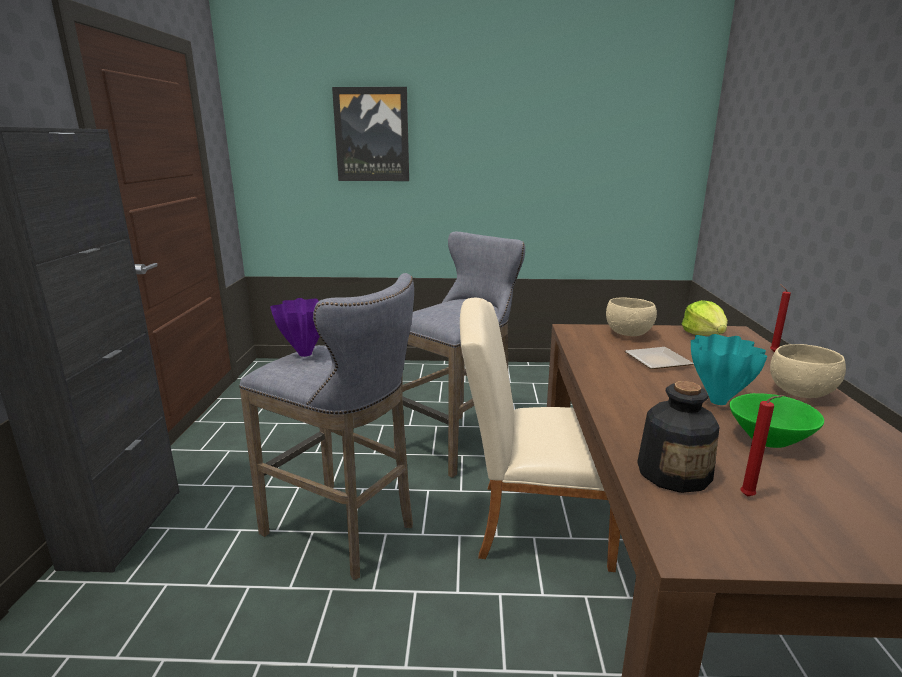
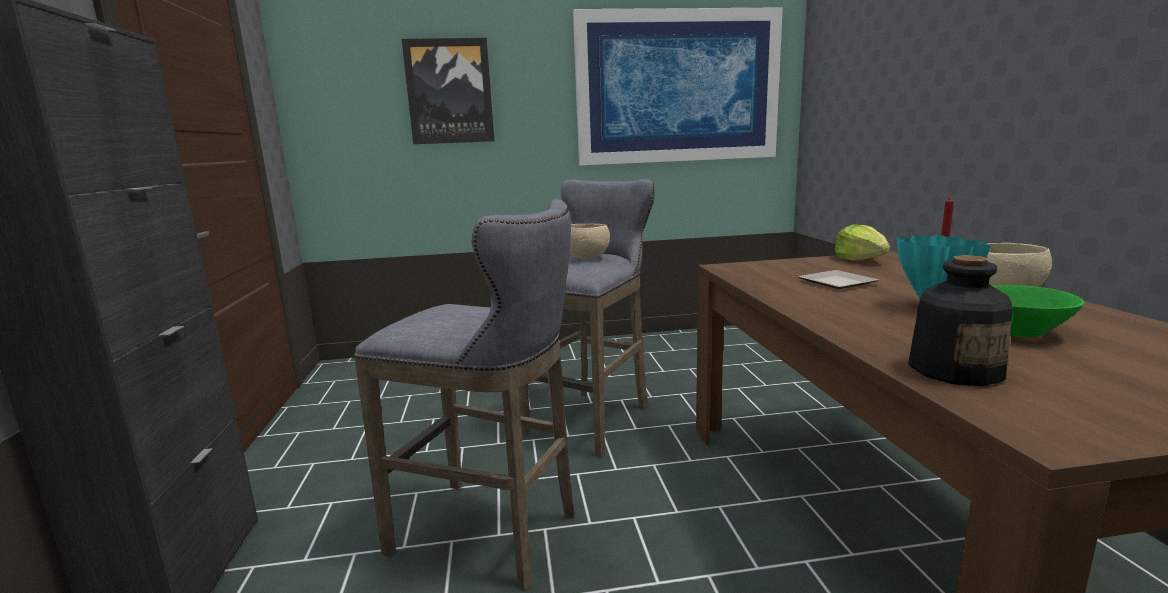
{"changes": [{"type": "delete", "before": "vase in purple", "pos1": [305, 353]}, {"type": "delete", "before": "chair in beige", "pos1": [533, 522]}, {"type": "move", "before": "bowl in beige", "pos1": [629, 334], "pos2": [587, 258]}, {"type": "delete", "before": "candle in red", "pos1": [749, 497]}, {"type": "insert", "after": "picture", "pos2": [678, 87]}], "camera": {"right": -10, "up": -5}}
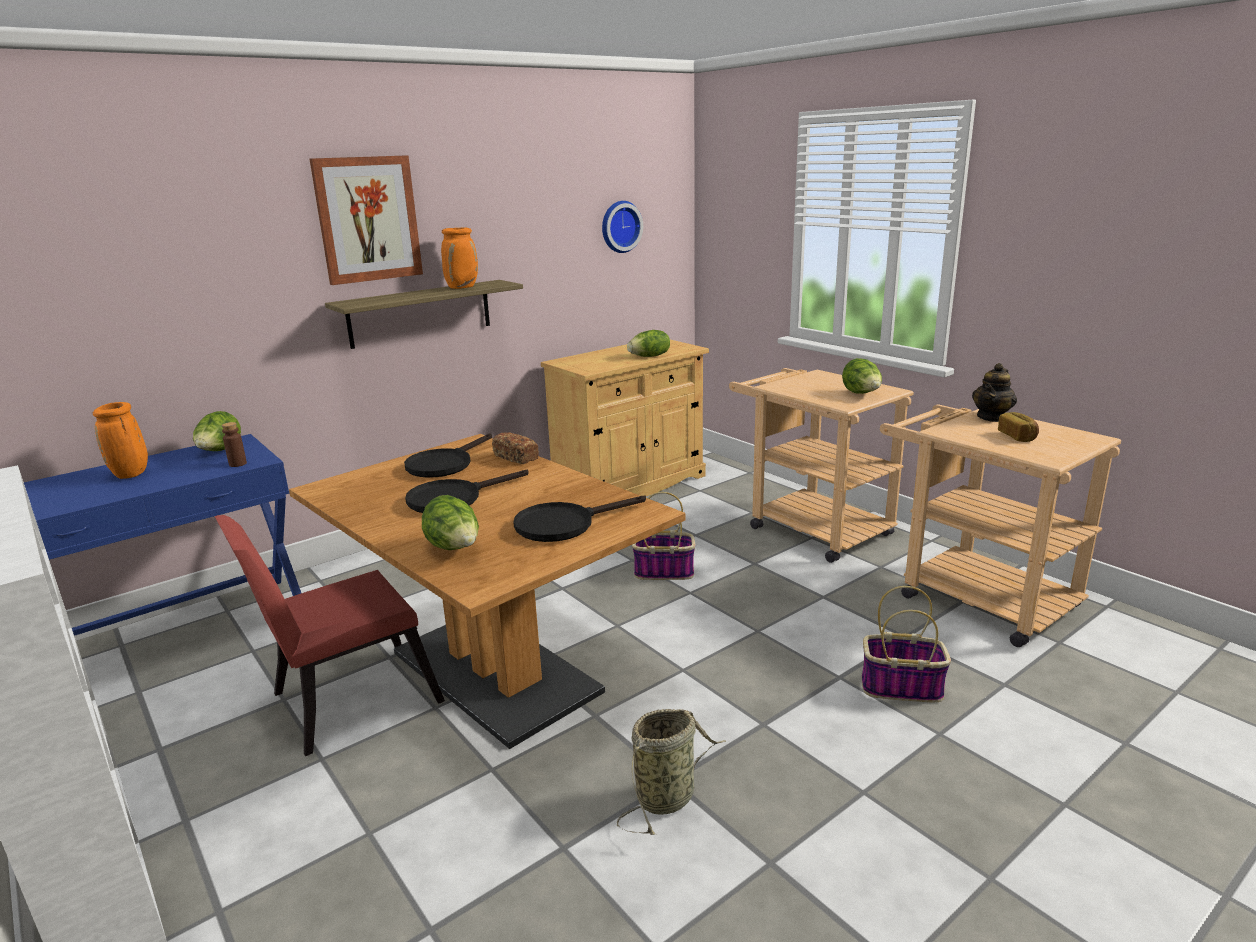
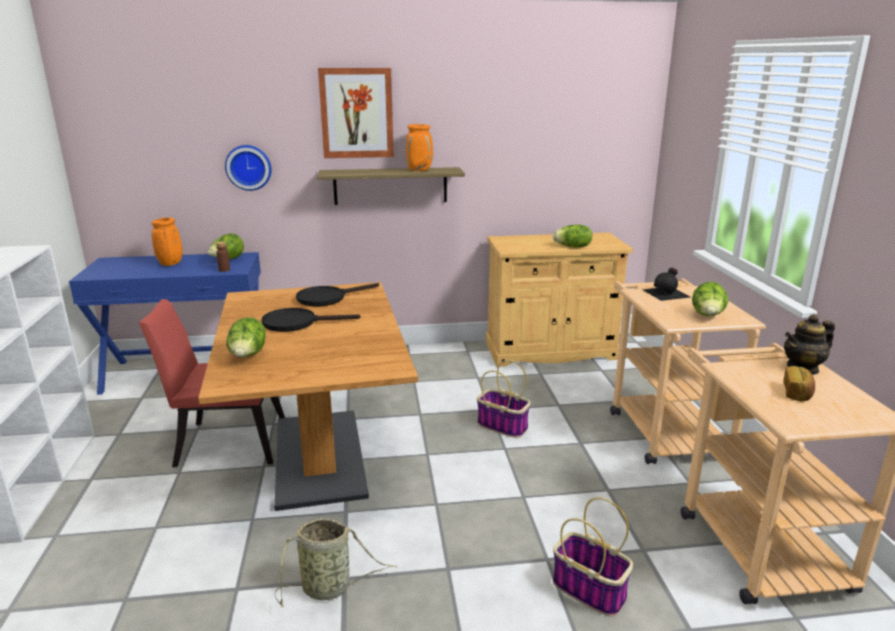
{"changes": [{"type": "delete", "before": "bread", "pos1": [516, 457]}, {"type": "delete", "before": "frying pan in black", "pos1": [564, 524]}, {"type": "move", "before": "wall clock", "pos1": [619, 226], "pos2": [249, 167]}, {"type": "insert", "after": "bottle in black", "pos2": [667, 293]}], "camera": {"right": 30, "up": 0}}
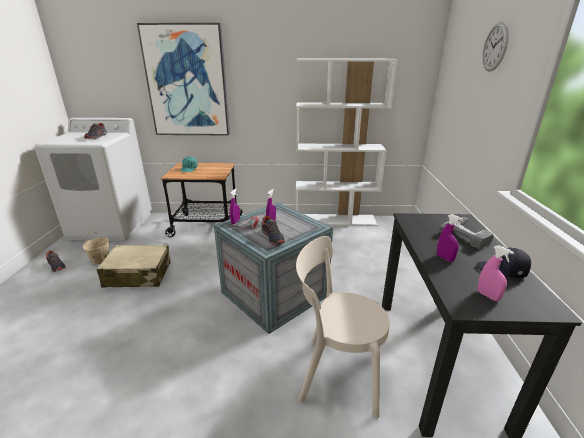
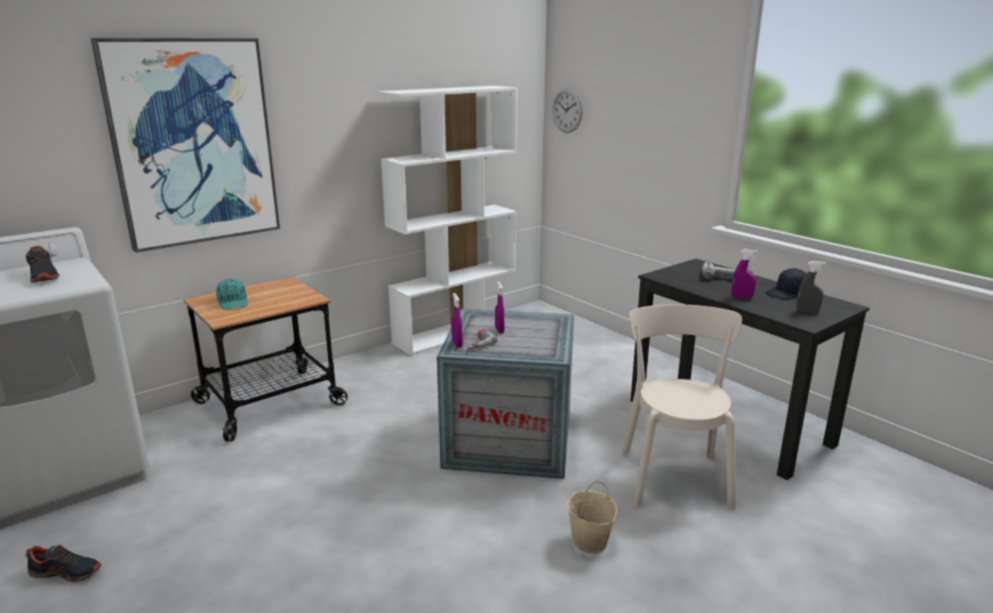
{"changes": [{"type": "move", "before": "bucket in beige", "pos1": [100, 260], "pos2": [590, 542]}, {"type": "delete", "before": "suitcase in beige", "pos1": [138, 274]}, {"type": "delete", "before": "shoe", "pos1": [273, 237]}, {"type": "rotate", "before": "chair in beige", "pos1": [336, 374], "pos2": [673, 475], "turn": 120}, {"type": "recolor", "before": "spray bottle in pink", "after": "spray bottle in grey", "pos1": [488, 296], "pos2": [807, 311]}, {"type": "move", "before": "wall clock", "pos1": [495, 47], "pos2": [567, 110]}], "camera": {"right": -40, "up": -5}}
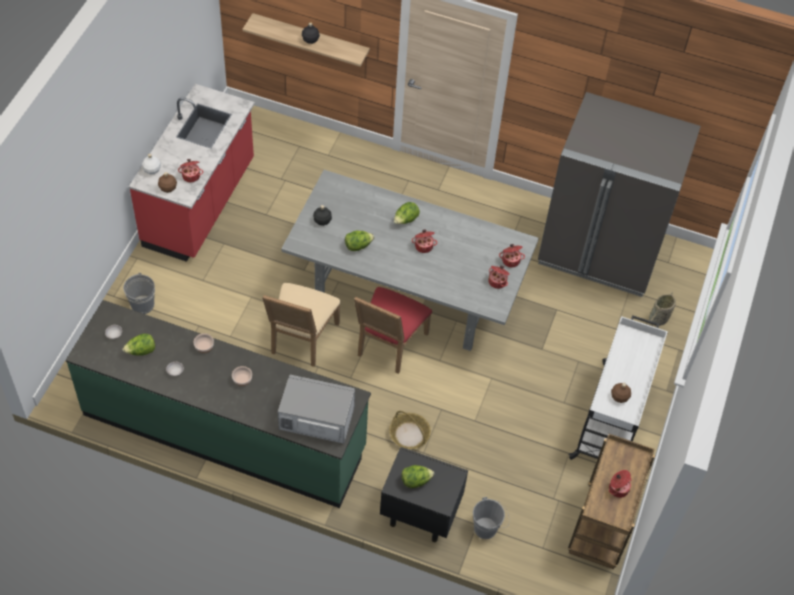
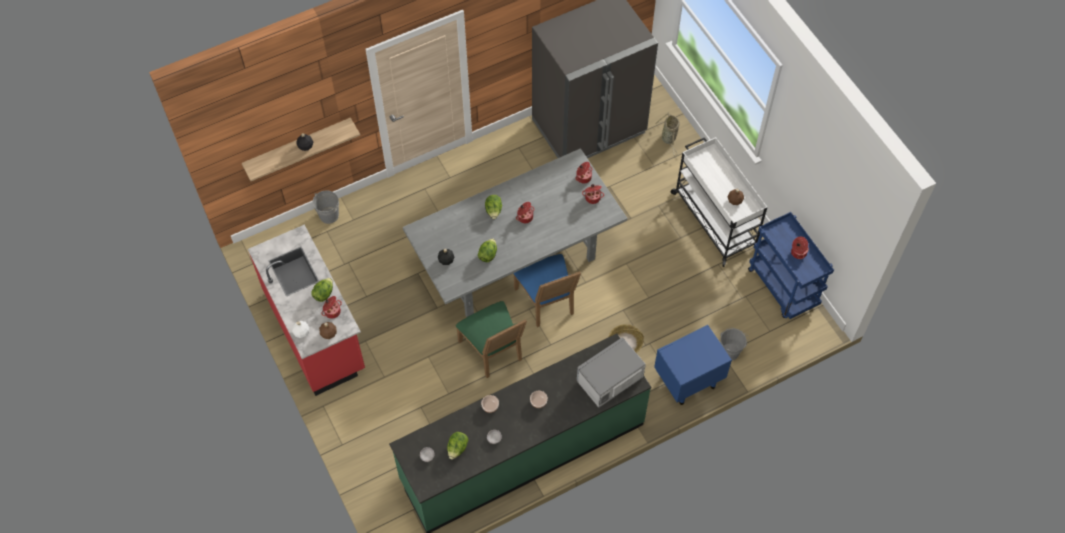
{"changes": [{"type": "move", "before": "bucket in grey", "pos1": [142, 305], "pos2": [329, 215]}, {"type": "recolor", "before": "chair in beige", "after": "chair in green", "pos1": [301, 340], "pos2": [493, 352]}, {"type": "recolor", "before": "chair in red", "after": "chair in blue", "pos1": [388, 346], "pos2": [547, 303]}, {"type": "recolor", "before": "nightstand in black", "after": "nightstand in blue", "pos1": [419, 514], "pos2": [687, 381]}, {"type": "move", "before": "lettuce", "pos1": [416, 481], "pos2": [324, 293]}, {"type": "recolor", "before": "cart in brown", "after": "cart in blue", "pos1": [602, 527], "pos2": [783, 288]}], "camera": {"right": -45, "up": 5}}
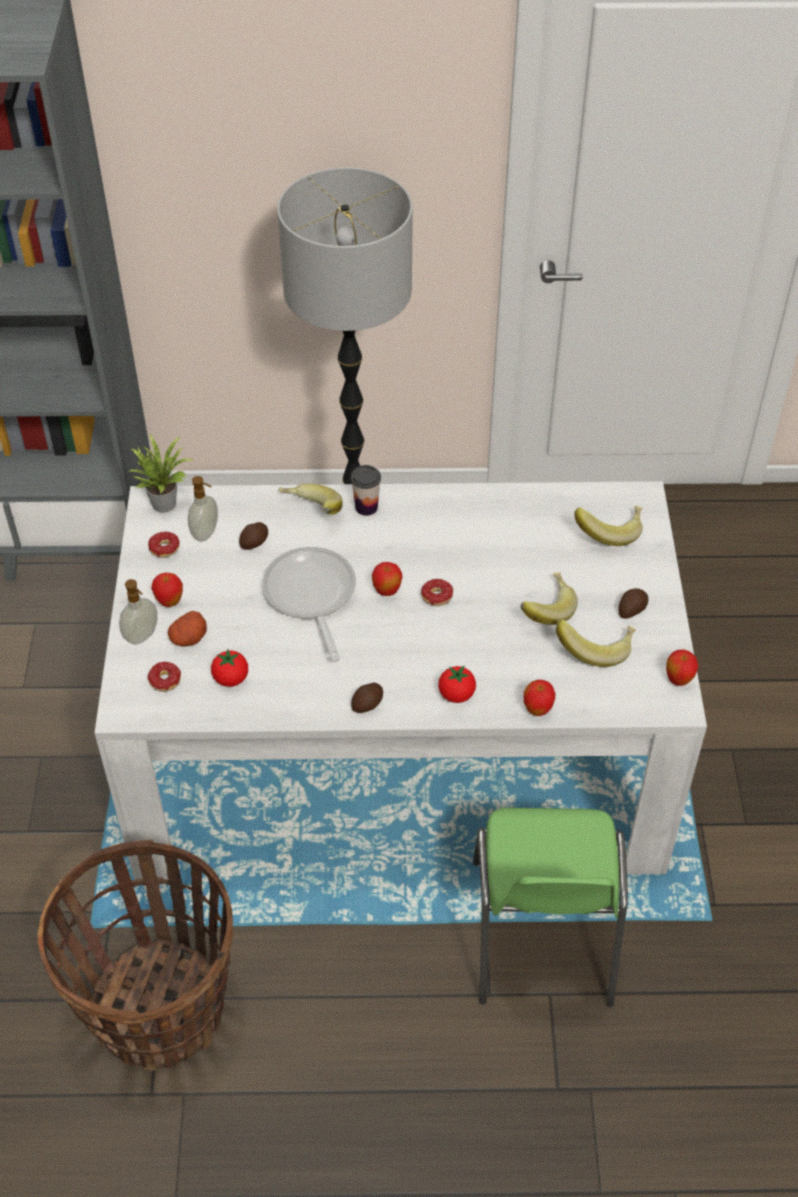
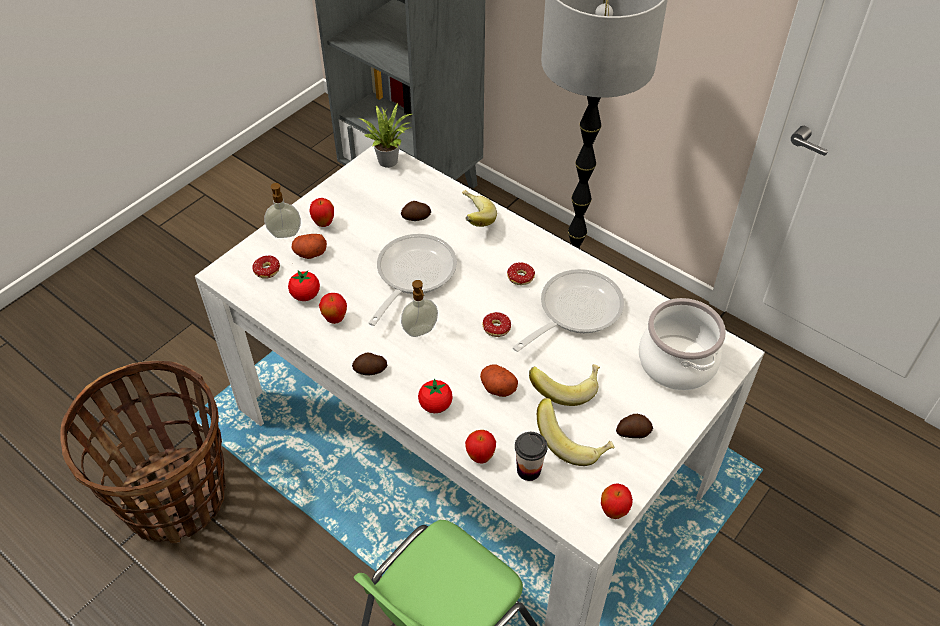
{"changes": [{"type": "move", "before": "donut", "pos1": [166, 552], "pos2": [519, 281]}, {"type": "move", "before": "soap dispenser", "pos1": [206, 533], "pos2": [420, 331]}, {"type": "move", "before": "cup", "pos1": [366, 507], "pos2": [528, 470]}, {"type": "move", "before": "apple", "pos1": [387, 591], "pos2": [335, 319]}, {"type": "replace", "before": "banana", "after": "cooking pot", "pos1": [608, 531], "pos2": [677, 362]}, {"type": "insert", "after": "potato", "pos2": [497, 387]}, {"type": "insert", "after": "frying pan", "pos2": [574, 311]}], "camera": {"right": 40, "up": 0}}
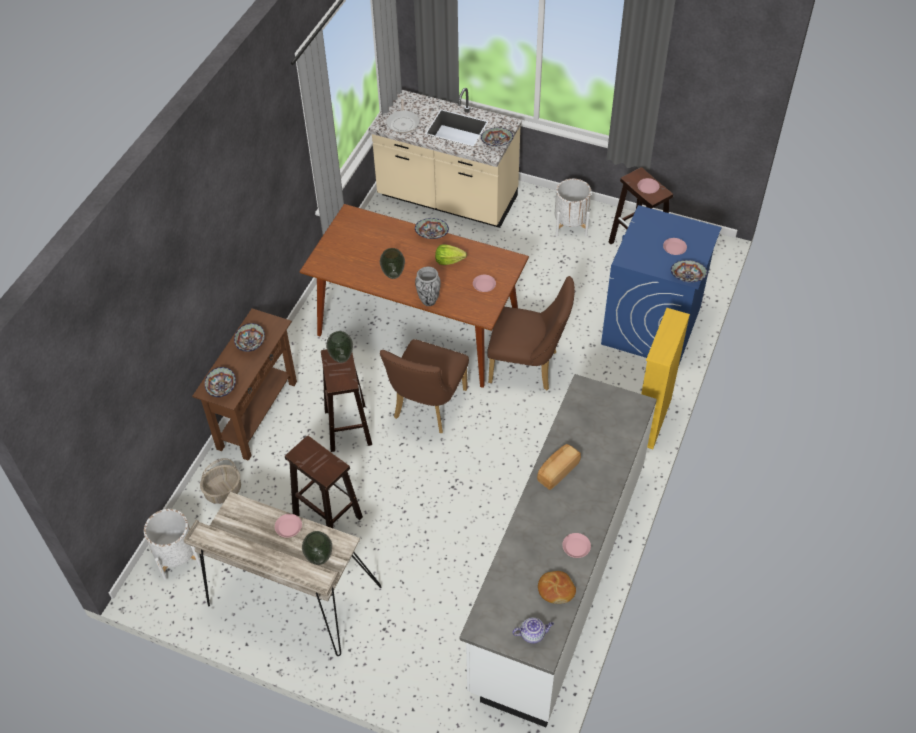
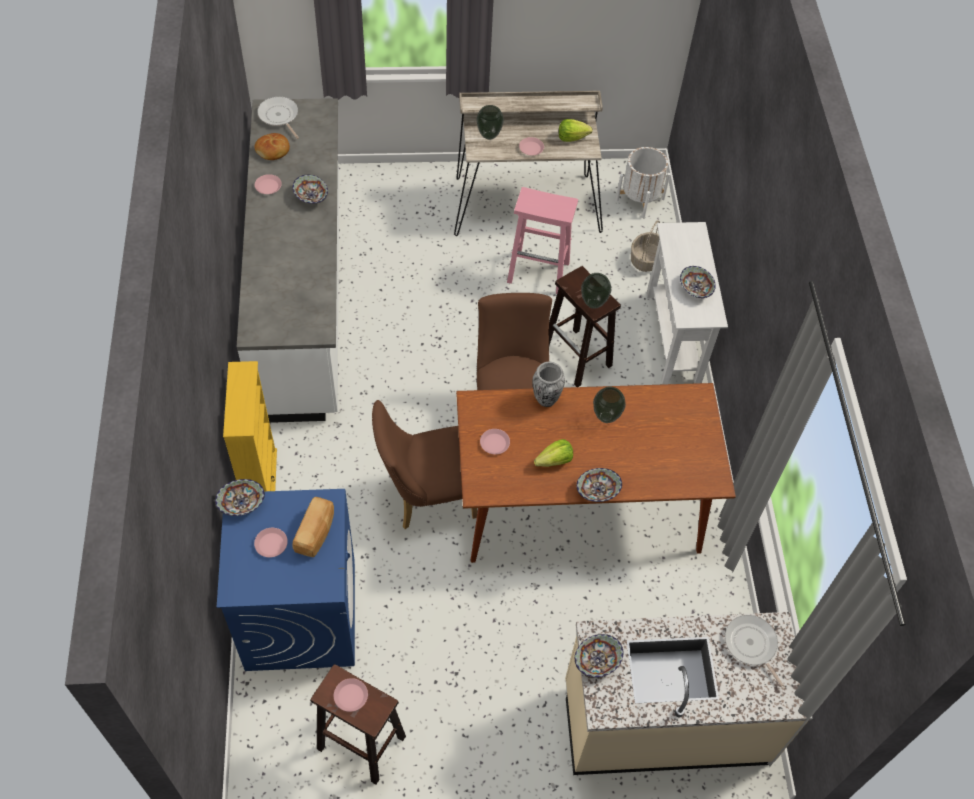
{"changes": [{"type": "recolor", "before": "console table in brown", "after": "console table in white", "pos1": [257, 415], "pos2": [673, 337]}, {"type": "move", "before": "bowl", "pos1": [222, 388], "pos2": [310, 197]}, {"type": "recolor", "before": "stool in brown", "after": "stool in pink", "pos1": [326, 516], "pos2": [539, 272]}, {"type": "replace", "before": "teapot", "after": "frying pan", "pos1": [533, 634], "pos2": [279, 116]}, {"type": "move", "before": "bread", "pos1": [557, 471], "pos2": [316, 533]}, {"type": "delete", "before": "planter in white", "pos1": [570, 225]}, {"type": "insert", "after": "lettuce", "pos2": [572, 137]}], "camera": {"right": 150, "up": 5}}
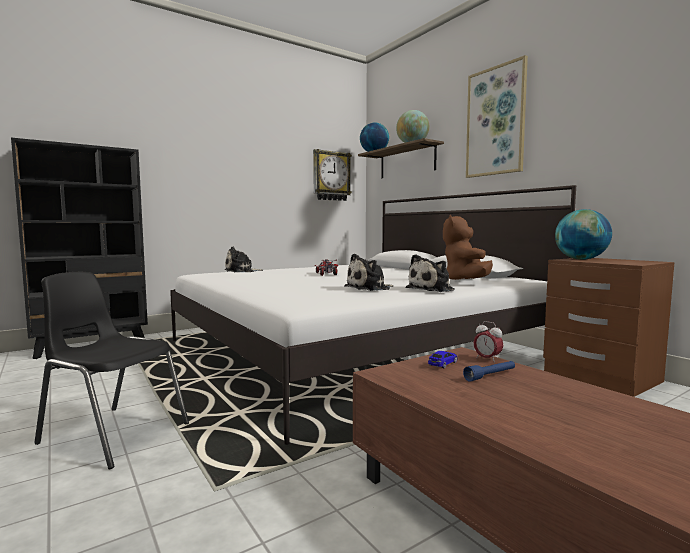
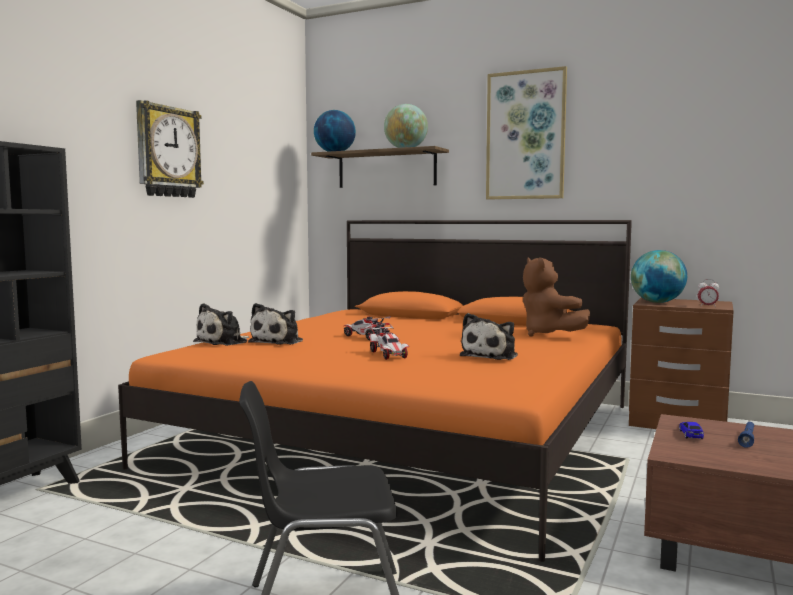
{"changes": [{"type": "recolor", "before": "bed in white", "after": "bed in orange", "pos1": [356, 349], "pos2": [410, 434]}, {"type": "move", "before": "wall clock", "pos1": [331, 176], "pos2": [167, 152]}, {"type": "move", "before": "plush toy", "pos1": [432, 289], "pos2": [278, 341]}, {"type": "move", "before": "alarm clock", "pos1": [487, 359], "pos2": [707, 307]}, {"type": "insert", "after": "toy car", "pos2": [389, 355]}], "camera": {"right": -30, "up": 0}}
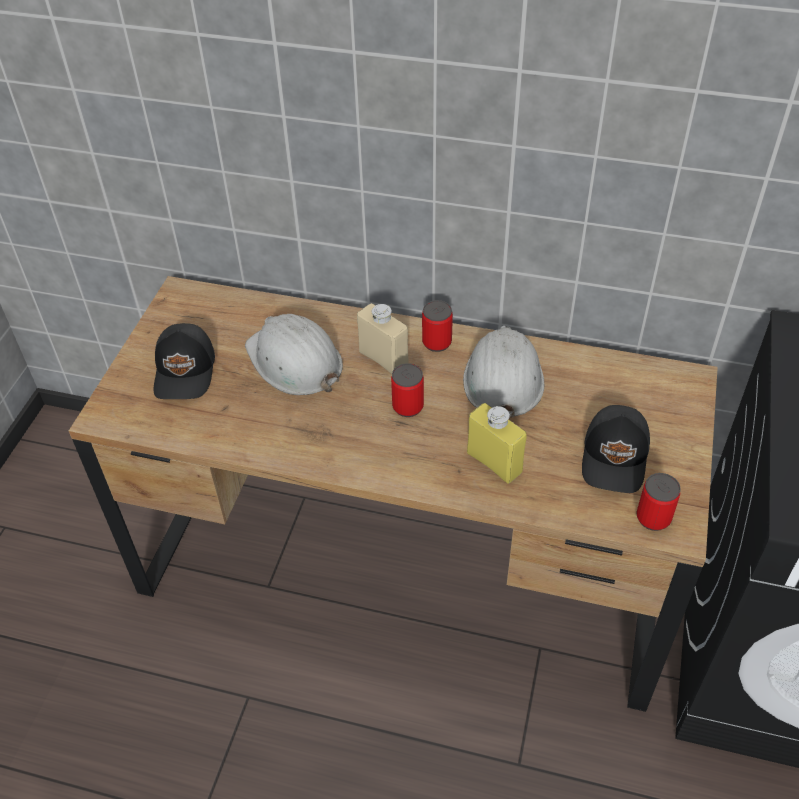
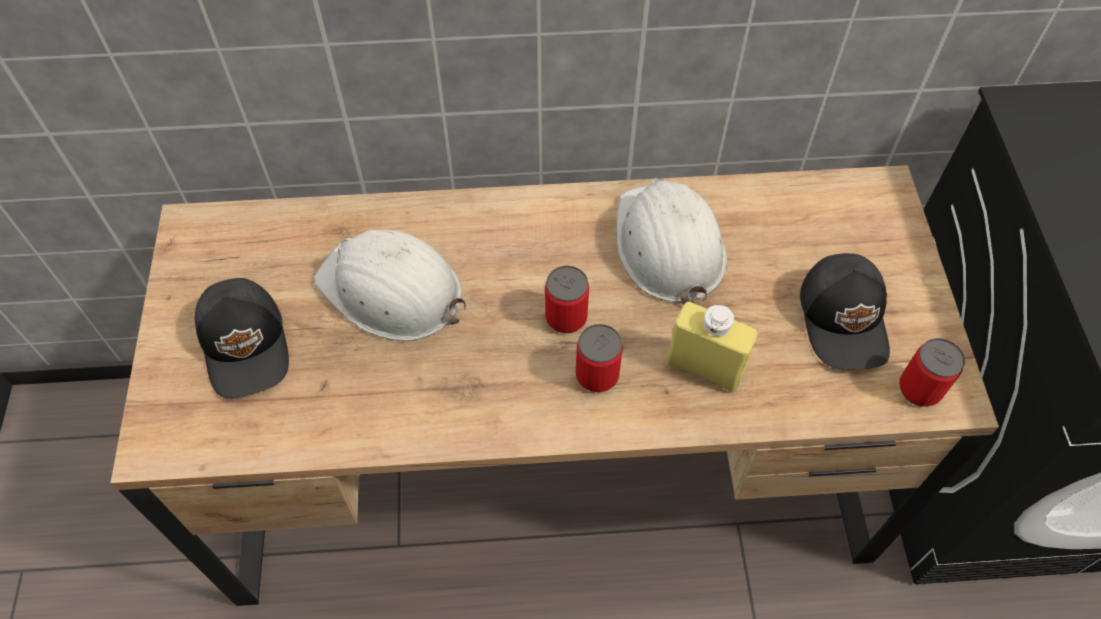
{"changes": [{"type": "delete", "before": "bottle in beige", "pos1": [383, 359]}, {"type": "move", "before": "can", "pos1": [437, 342], "pos2": [597, 375]}], "camera": {"right": -20, "up": 10}}
